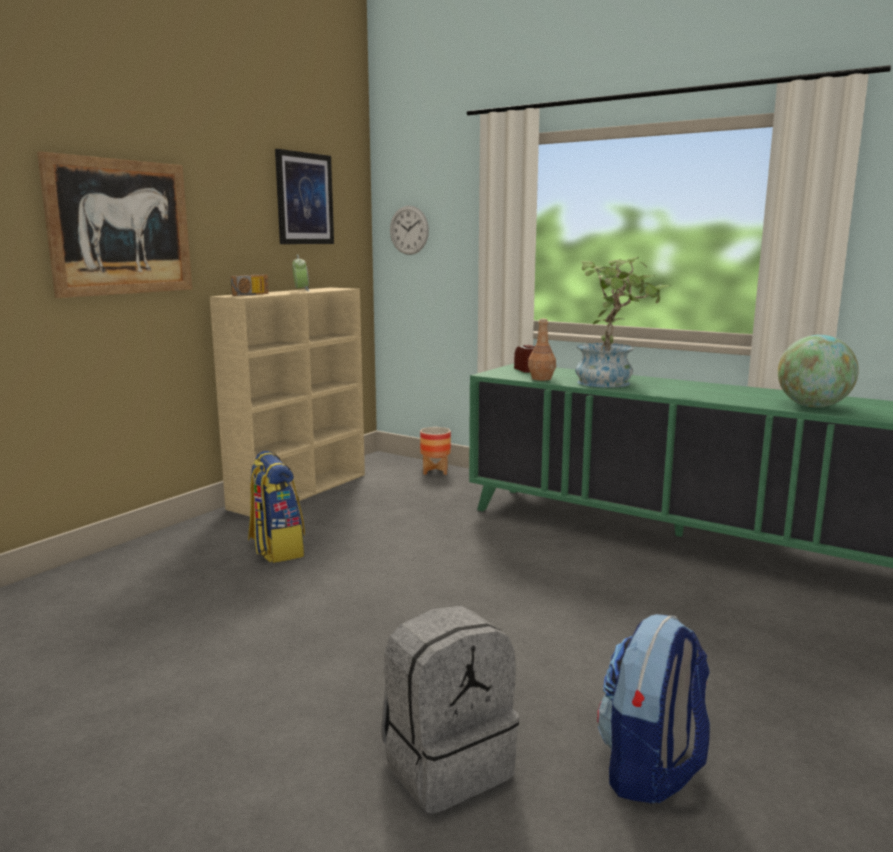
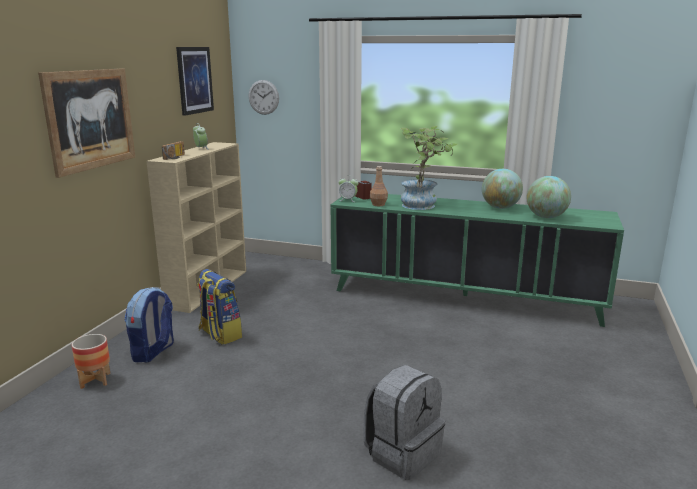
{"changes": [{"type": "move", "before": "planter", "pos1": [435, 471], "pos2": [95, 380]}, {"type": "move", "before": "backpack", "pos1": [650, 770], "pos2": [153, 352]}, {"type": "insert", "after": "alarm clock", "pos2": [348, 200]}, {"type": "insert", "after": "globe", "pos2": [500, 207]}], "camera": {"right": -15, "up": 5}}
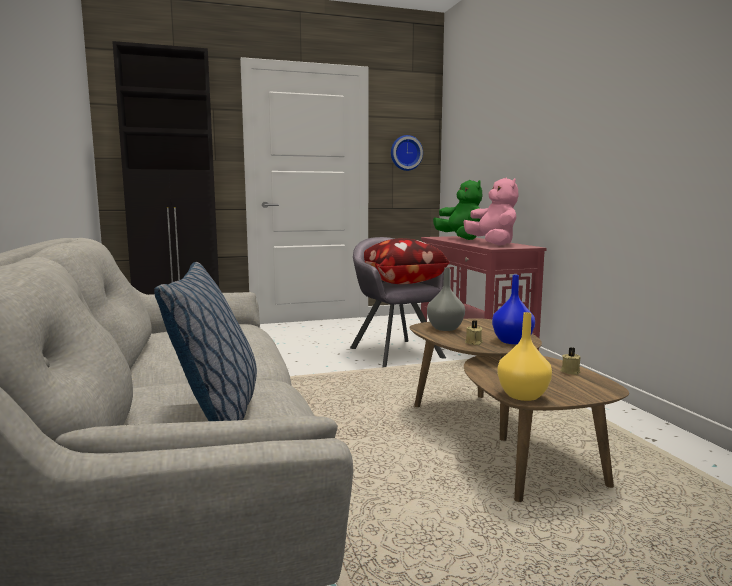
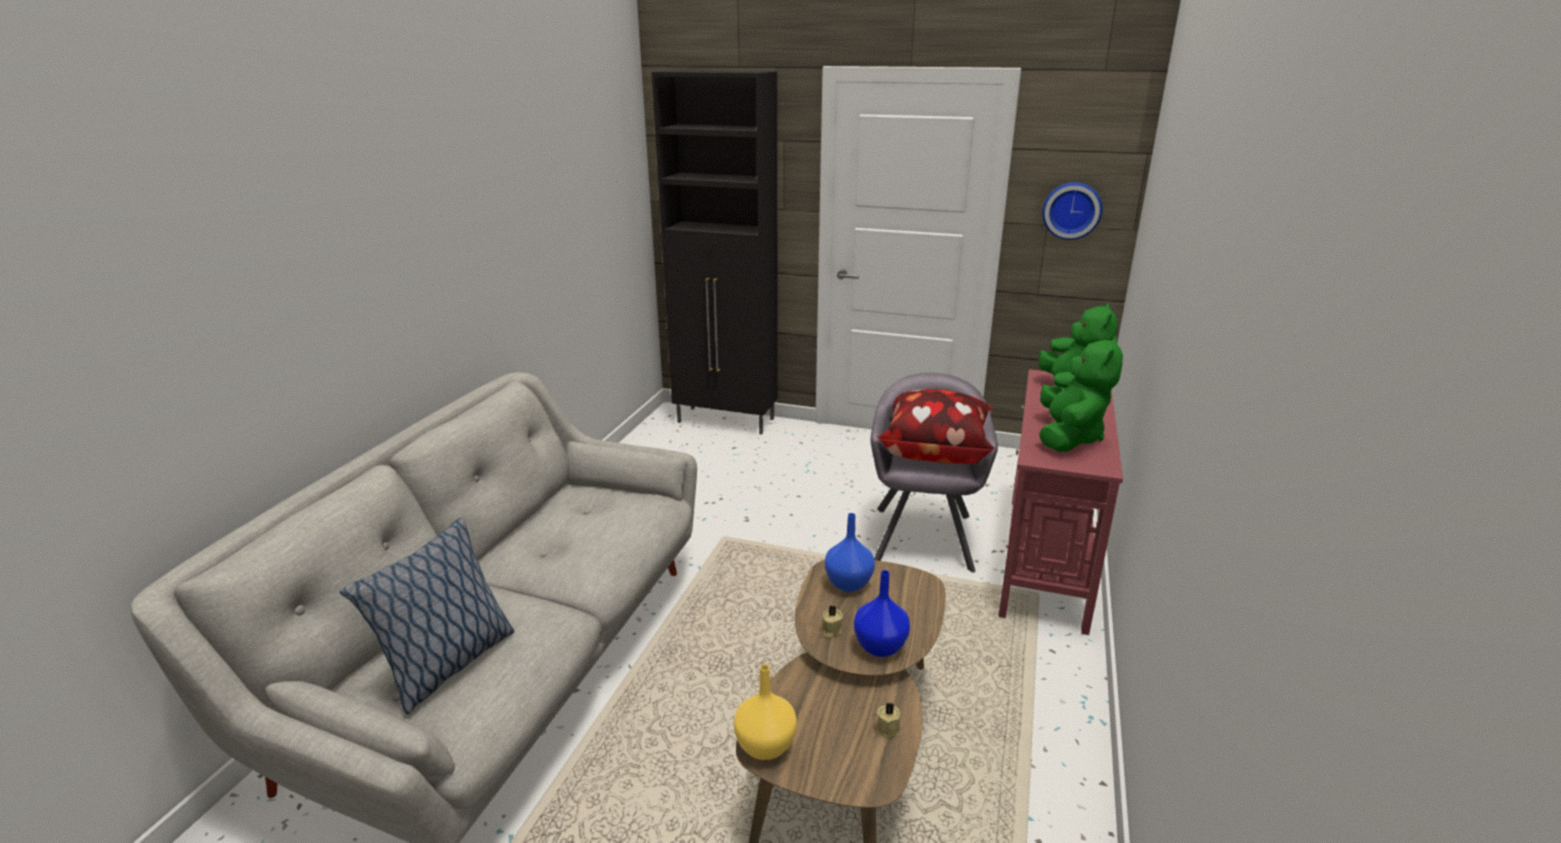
{"changes": [{"type": "recolor", "before": "vase in grey", "after": "vase in blue", "pos1": [445, 328], "pos2": [849, 583]}, {"type": "recolor", "before": "plush toy in pink", "after": "plush toy in green", "pos1": [492, 244], "pos2": [1068, 437]}], "camera": {"right": 35, "up": 15}}
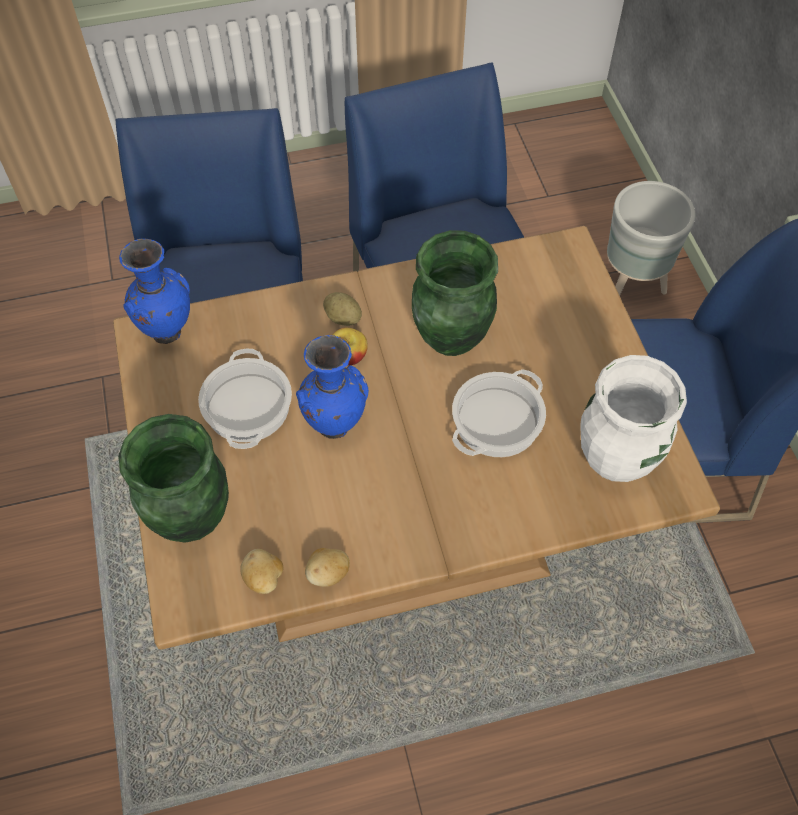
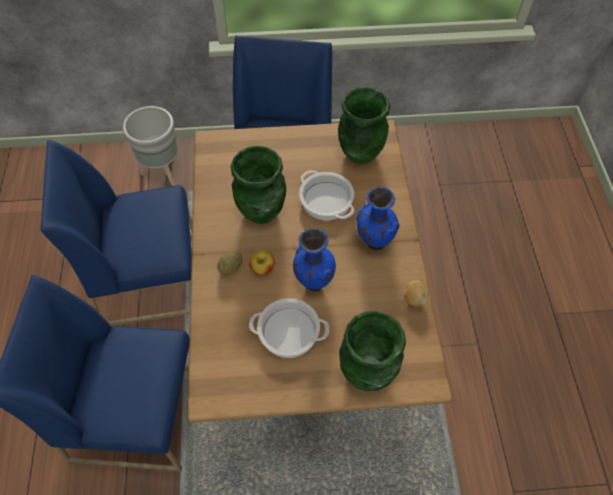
{"changes": [{"type": "move", "before": "vase in blue", "pos1": [167, 331], "pos2": [373, 243]}, {"type": "delete", "before": "potato", "pos1": [264, 578]}, {"type": "recolor", "before": "vase in white", "after": "vase in green", "pos1": [616, 459], "pos2": [360, 153]}], "camera": {"right": -80, "up": 0}}
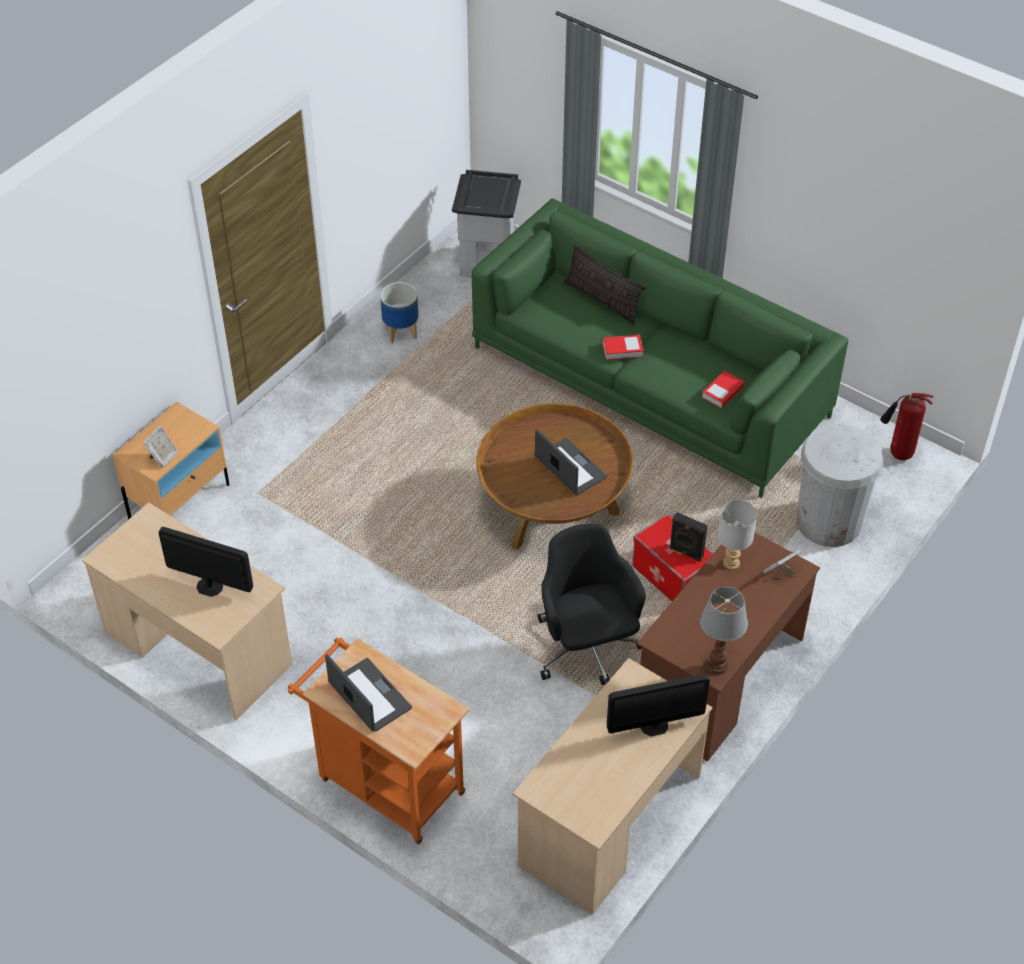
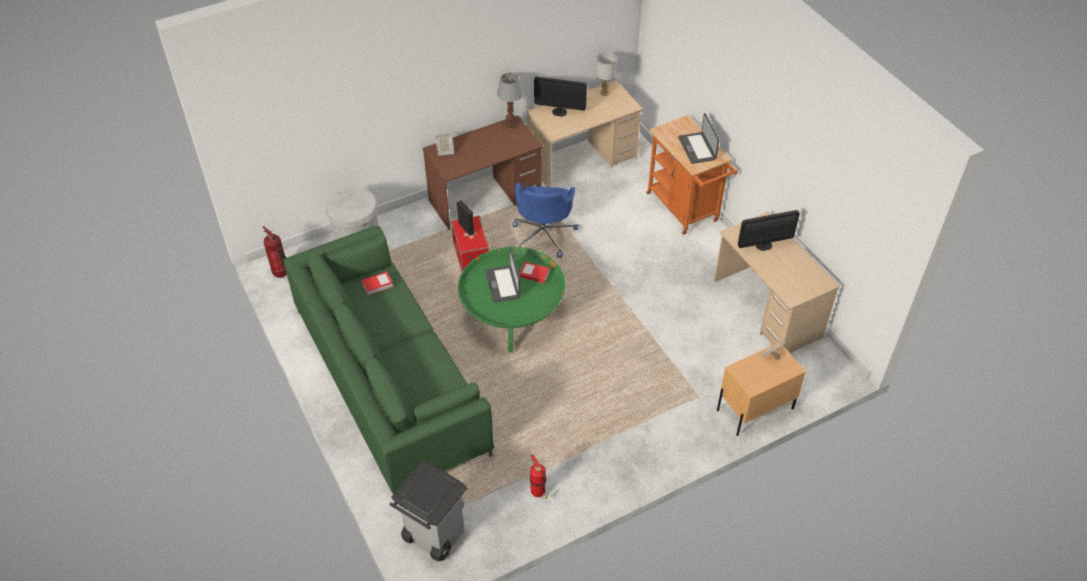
{"changes": [{"type": "rotate", "before": "monitor", "pos1": [210, 586], "pos2": [763, 245], "turn": -60}, {"type": "replace", "before": "planter", "after": "fire extinguisher", "pos1": [401, 332], "pos2": [539, 493]}, {"type": "recolor", "before": "coffee table in brown", "after": "coffee table in green", "pos1": [553, 508], "pos2": [512, 317]}, {"type": "recolor", "before": "office chair in black", "after": "office chair in blue", "pos1": [587, 647], "pos2": [544, 235]}, {"type": "delete", "before": "pillow", "pos1": [602, 301]}, {"type": "move", "before": "book", "pos1": [622, 350], "pos2": [534, 274]}, {"type": "move", "before": "table lamp in grey", "pos1": [730, 563], "pos2": [605, 93]}], "camera": {"right": -155, "up": 0}}
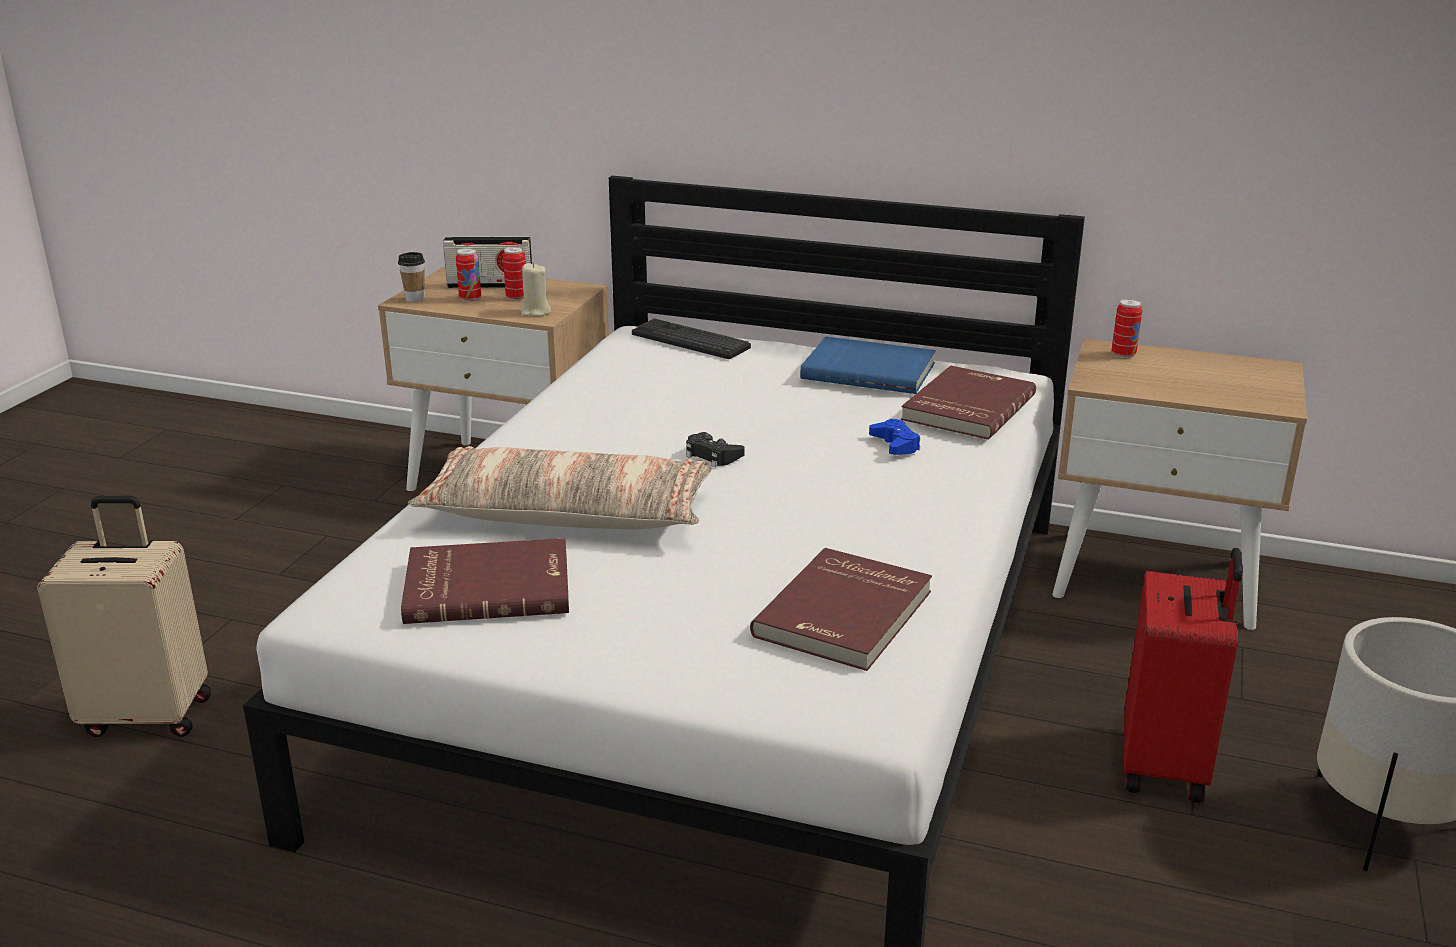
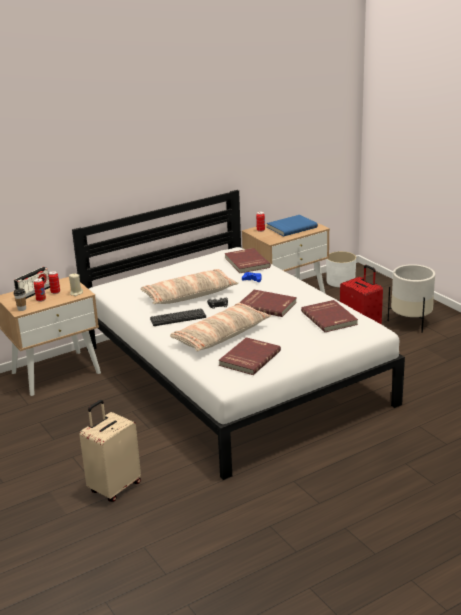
{"changes": [{"type": "move", "before": "keyboard", "pos1": [690, 341], "pos2": [178, 318]}, {"type": "move", "before": "book in blue", "pos1": [869, 370], "pos2": [291, 227]}, {"type": "insert", "after": "pillow", "pos2": [189, 295]}, {"type": "insert", "after": "book in red", "pos2": [268, 305]}, {"type": "insert", "after": "planter in white", "pos2": [340, 281]}], "camera": {"right": -50, "up": 0}}
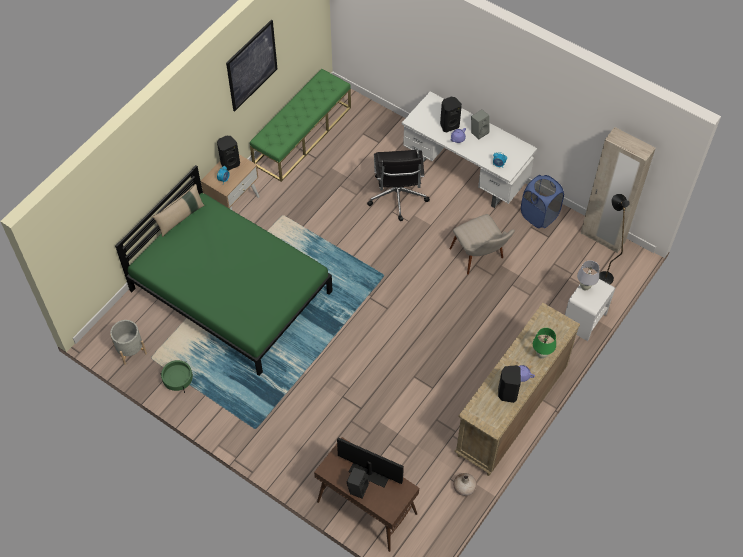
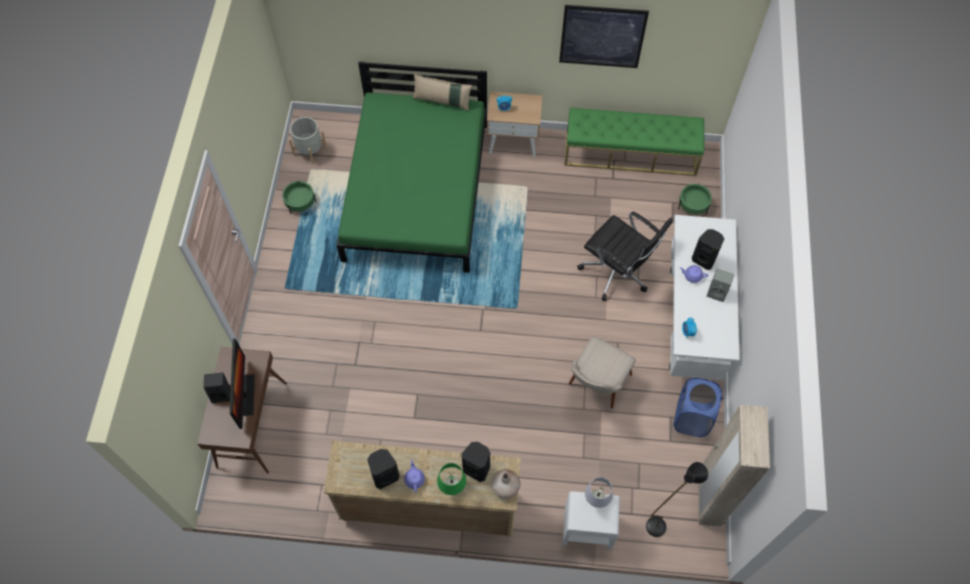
{"changes": [{"type": "move", "before": "speaker in black", "pos1": [229, 163], "pos2": [477, 468]}, {"type": "rotate", "before": "office chair in black", "pos1": [397, 197], "pos2": [617, 272], "turn": -105}, {"type": "move", "before": "vase in beige", "pos1": [464, 488], "pos2": [505, 487]}, {"type": "insert", "after": "planter in green", "pos2": [693, 205]}], "camera": {"right": 60, "up": 5}}
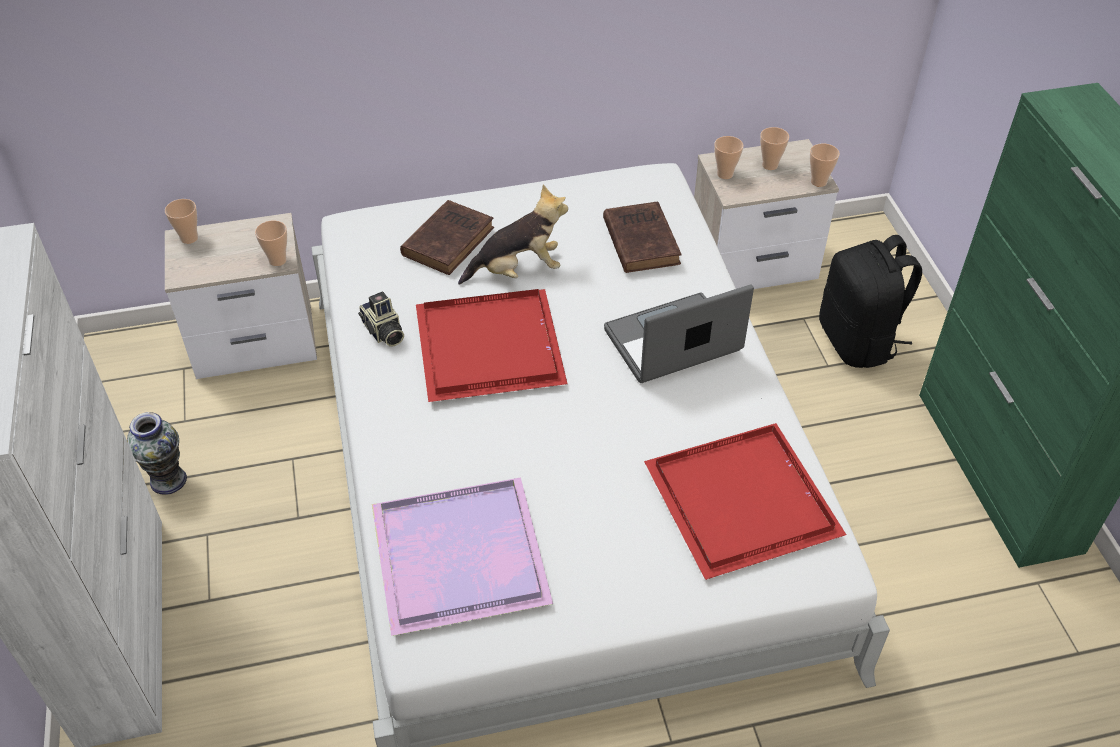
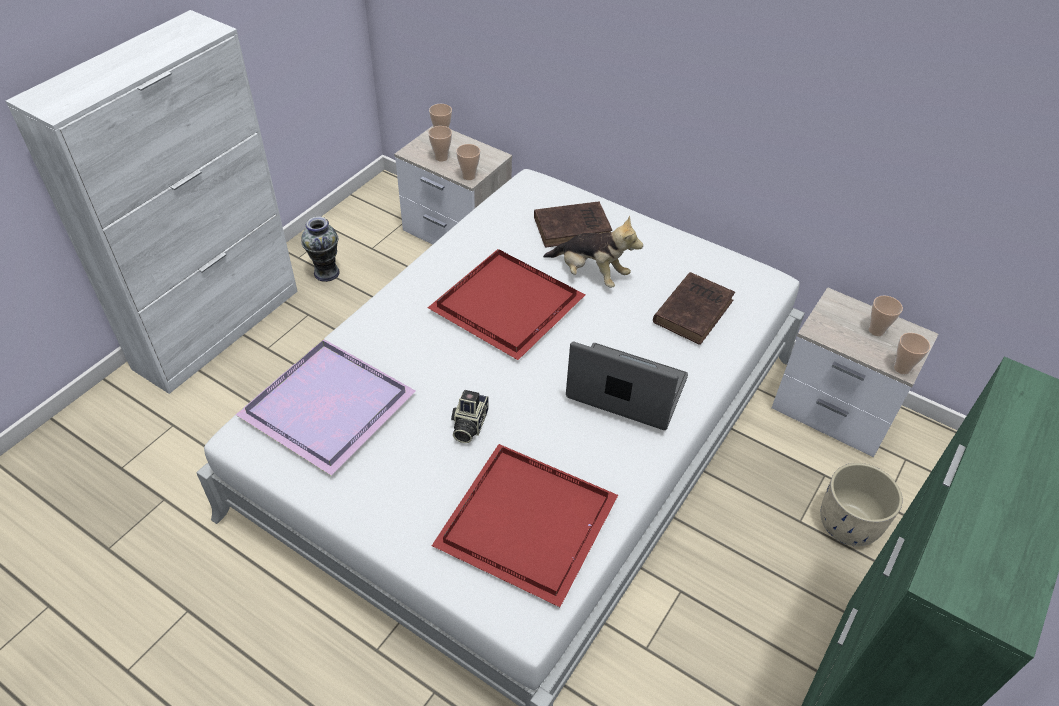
{"changes": [{"type": "move", "before": "photo camera", "pos1": [383, 332], "pos2": [468, 425]}, {"type": "move", "before": "cup", "pos1": [725, 174], "pos2": [441, 157]}, {"type": "replace", "before": "backpack in black", "after": "planter in beige", "pos1": [858, 341], "pos2": [848, 525]}], "camera": {"right": 45, "up": 0}}
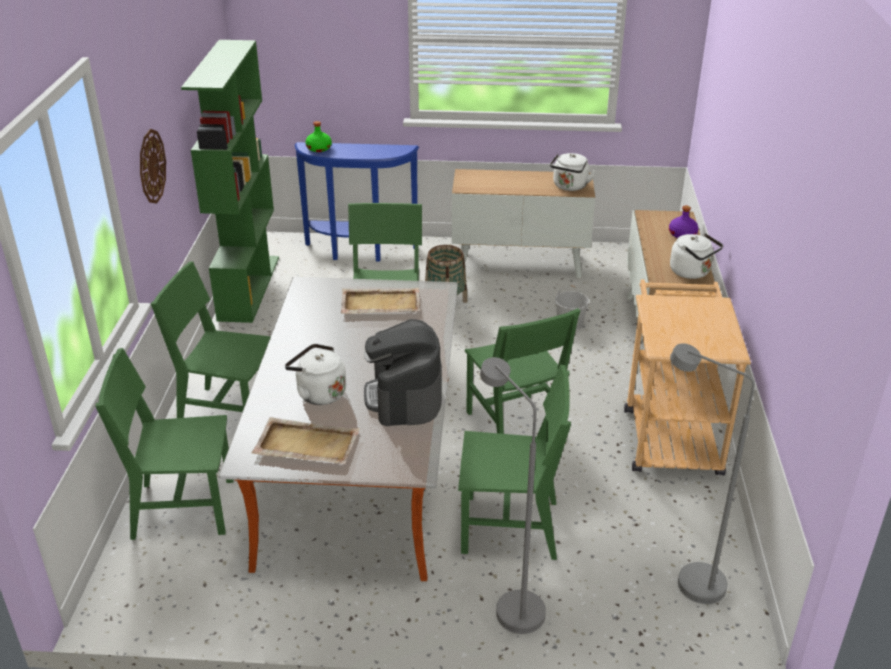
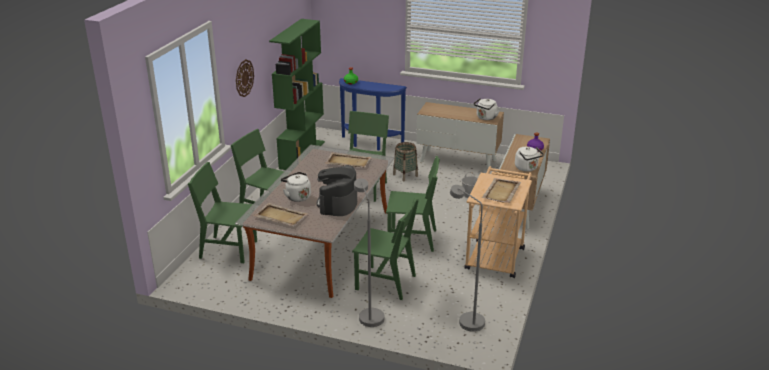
{"changes": [{"type": "rotate", "before": "chair in green", "pos1": [515, 426], "pos2": [412, 239], "turn": -75}, {"type": "insert", "after": "tray in beige", "pos2": [501, 192]}], "camera": {"right": 15, "up": -5}}
